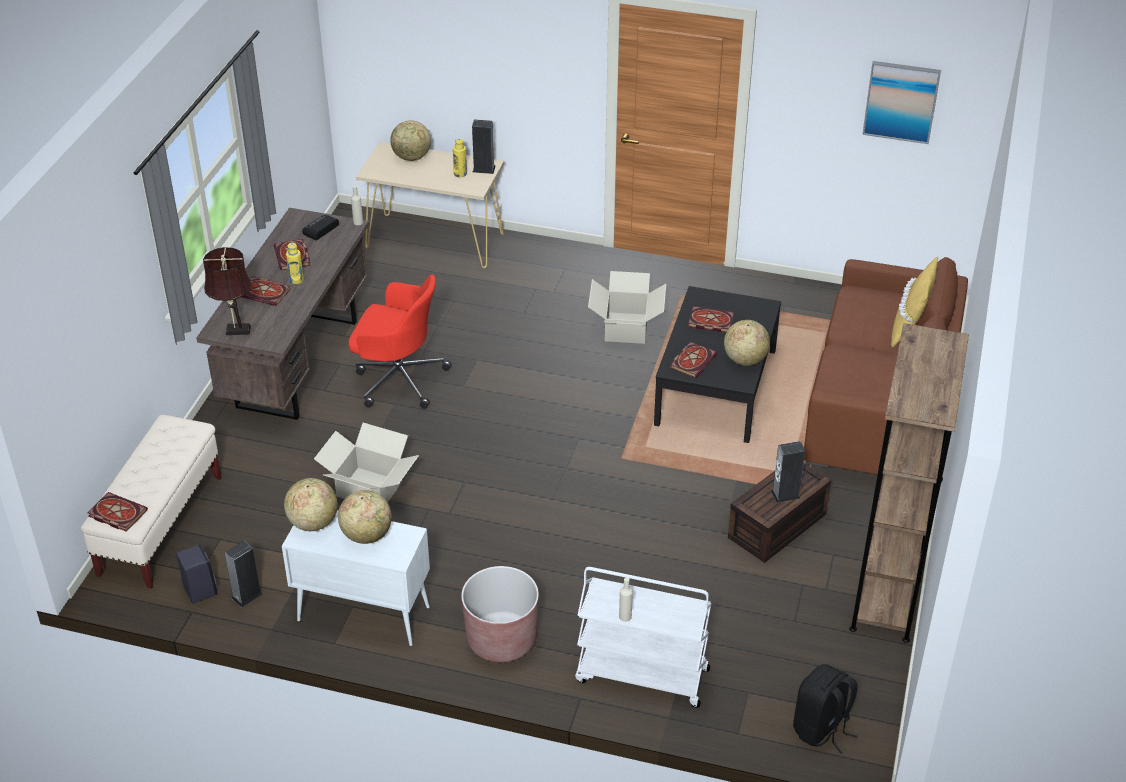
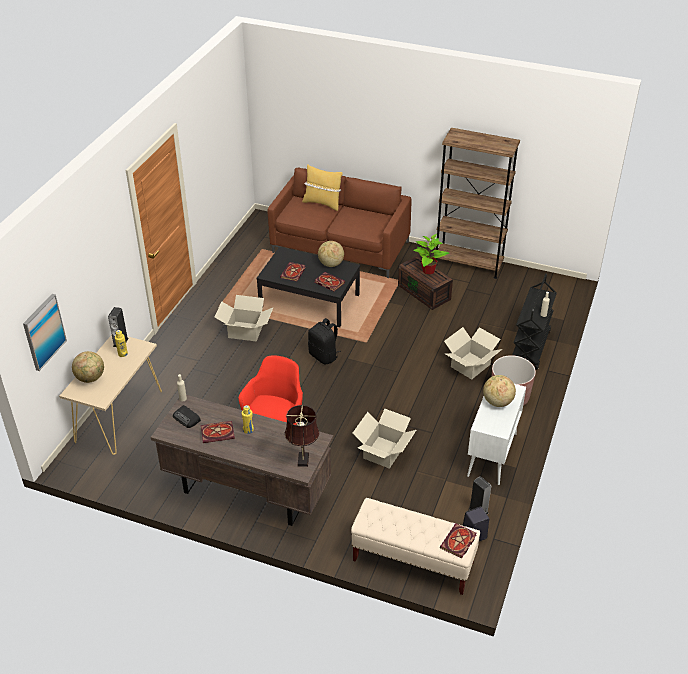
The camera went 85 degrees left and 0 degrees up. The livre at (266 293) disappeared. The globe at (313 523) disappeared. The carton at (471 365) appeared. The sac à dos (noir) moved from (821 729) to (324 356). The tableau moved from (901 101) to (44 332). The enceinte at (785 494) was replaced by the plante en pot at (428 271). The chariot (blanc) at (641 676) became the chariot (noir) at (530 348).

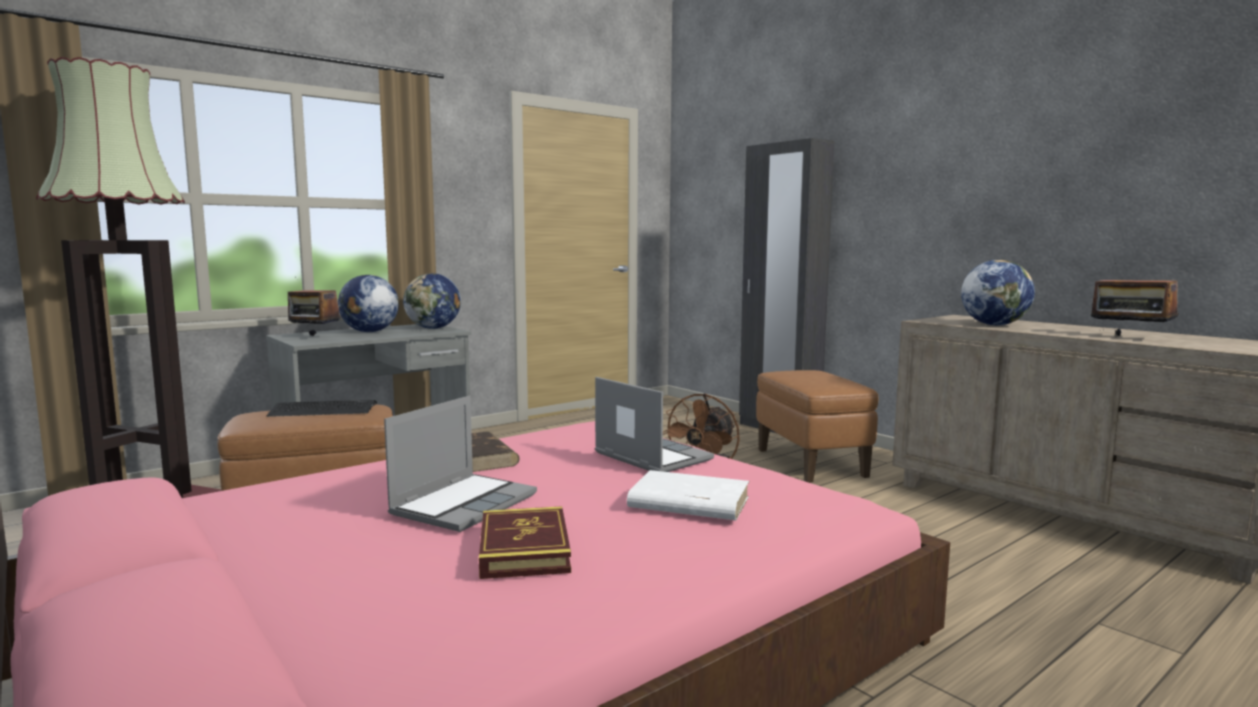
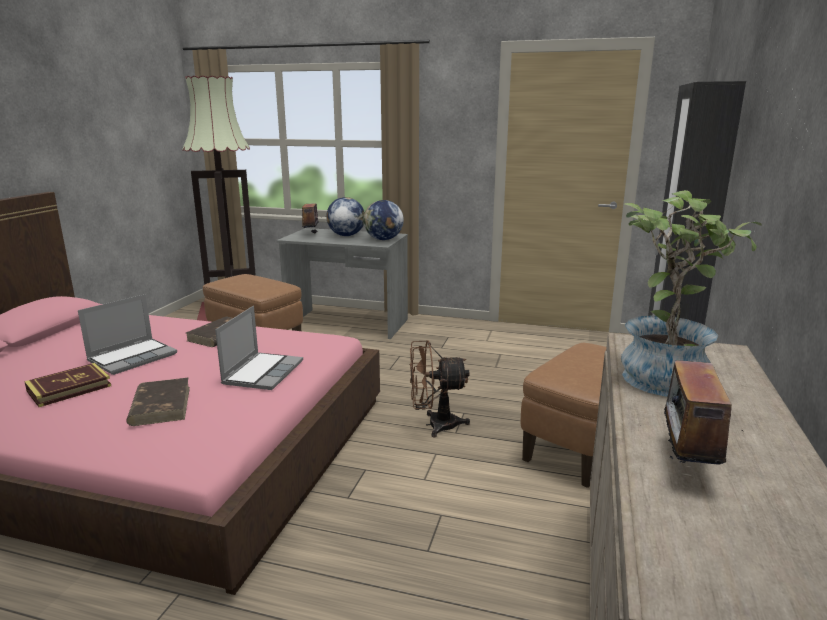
The camera went 55 degrees right and 10 degrees up. The clavier at (323 410) disappeared. The globe at (994 325) was replaced by the plante en pot at (665 374). The livre (blanc) at (688 502) became the livre (marron) at (160 405). The ordinateur portable at (464 504) turned 45 degrees counterclockwise.

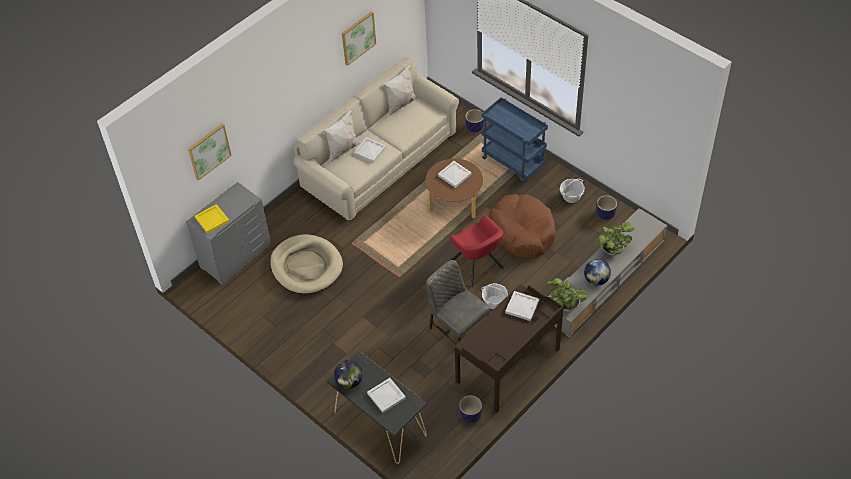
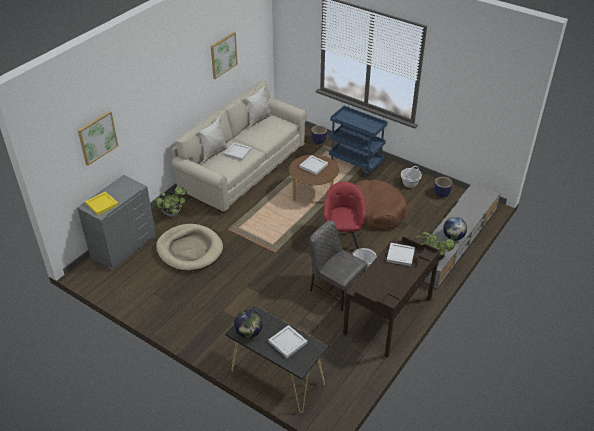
The camera went 10 degrees left and 10 degrees down. The cache-pot at (470 415) disappeared. The plante en pot moved from (613 249) to (173 213). The fauteuil (rouge) at (477 266) turned 135 degrees counterclockwise.

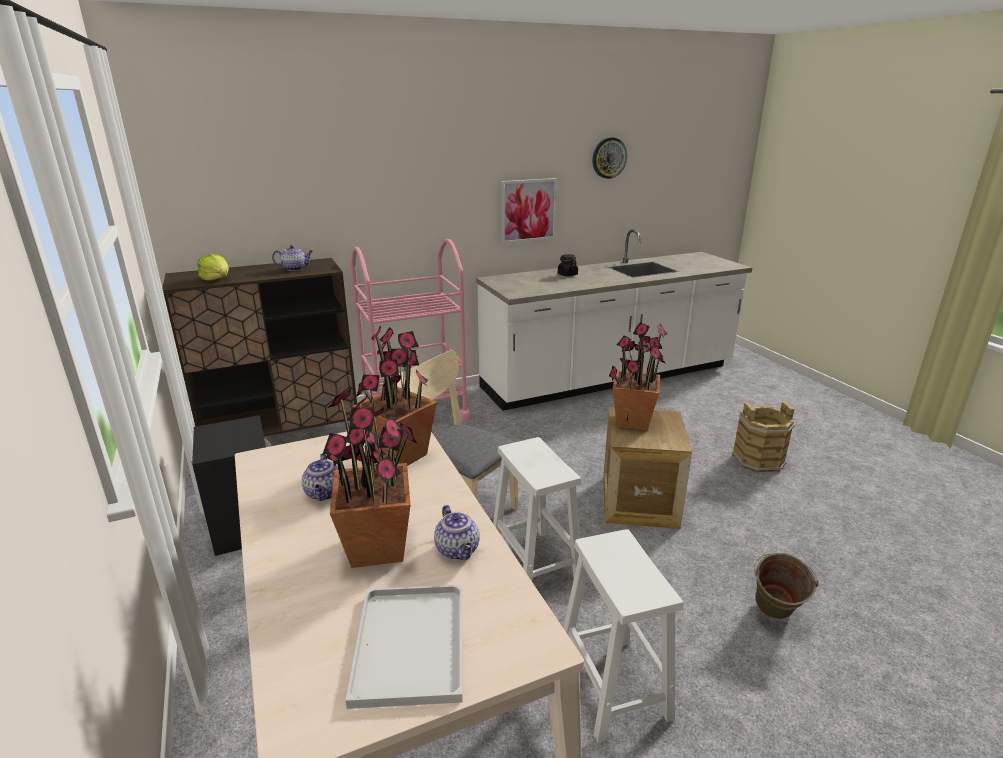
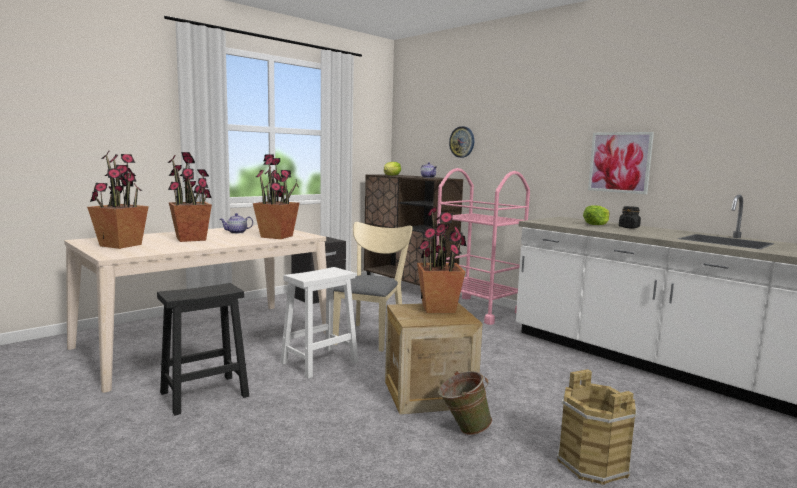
The camera went 70 degrees right and 15 degrees down. The théière at (458 550) disappeared. The laitue at (596 224) appeared. The horloge murale moved from (609 158) to (462 142). The seau (vert) moved from (773 616) to (462 430). The plateau (blanc) at (411 646) was replaced by the plante en pot at (121 245). The tabouret (blanc) at (614 688) became the tabouret (noir) at (203 395).

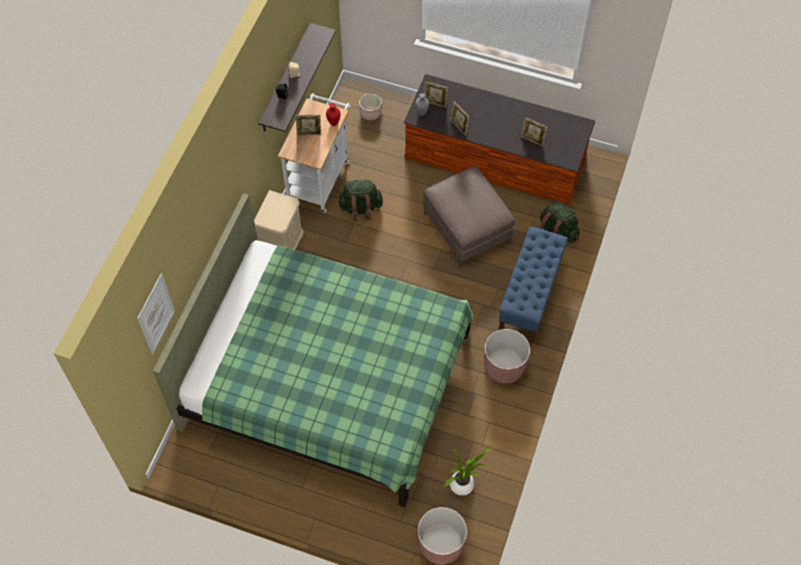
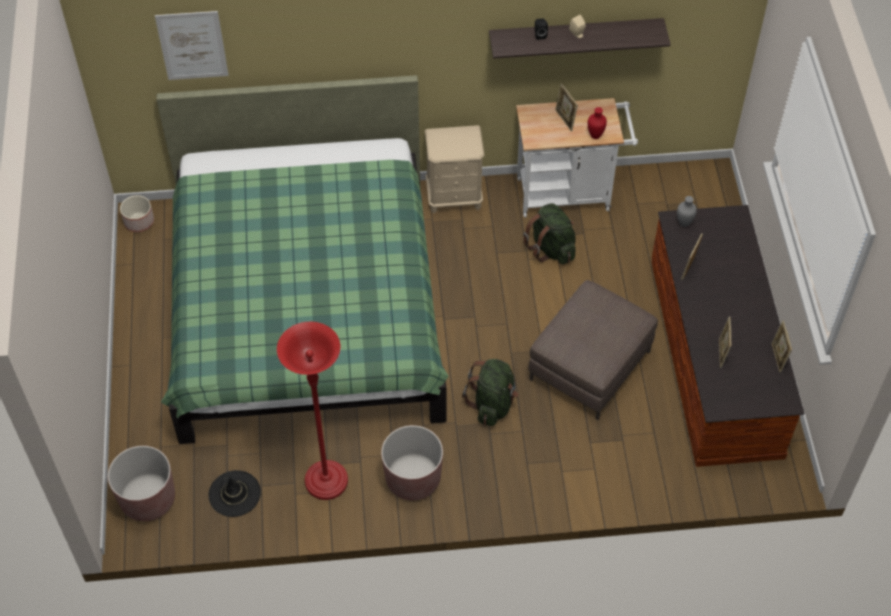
The camera went 65 degrees right and 5 degrees down. The banc (bleu) at (530 296) disappeared. The lampadaire (rouge) at (326 481) appeared. The cache-pot moved from (370 112) to (139 221). The cadre photo moved from (435 103) to (777 358). The sac à dos (vert) moved from (557 232) to (492 404). The plante en pot at (464 484) was replaced by the chapeau (noir) at (234 494).

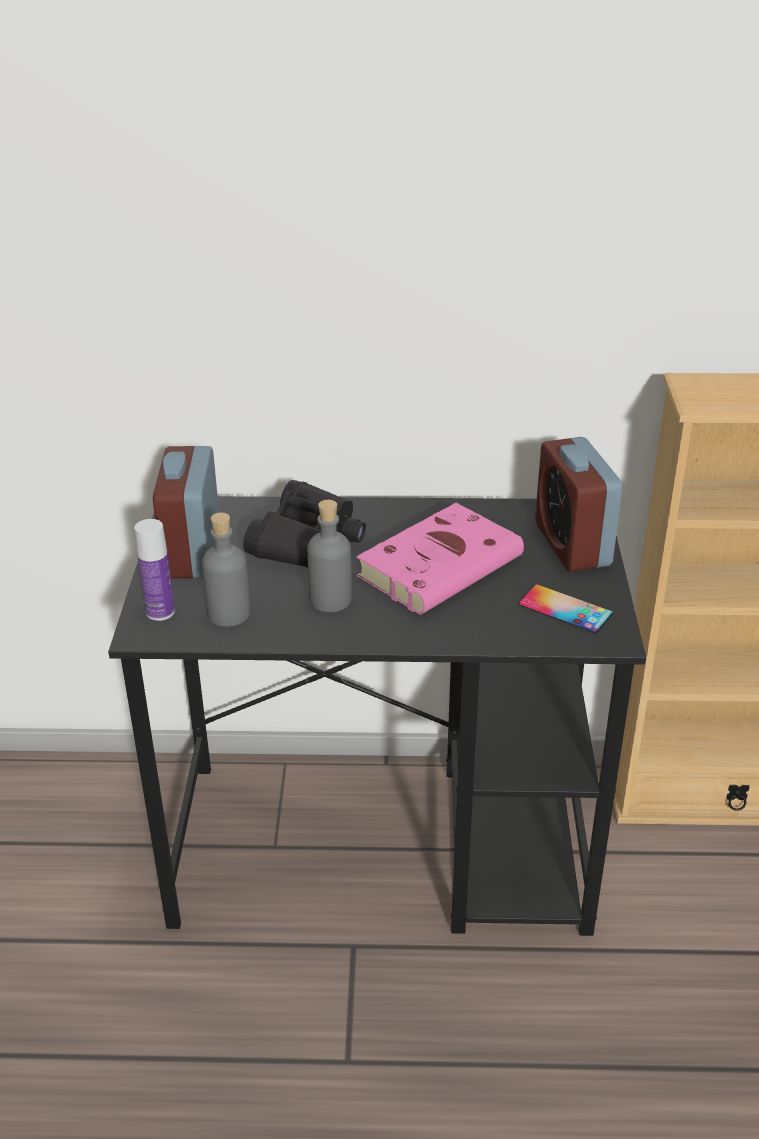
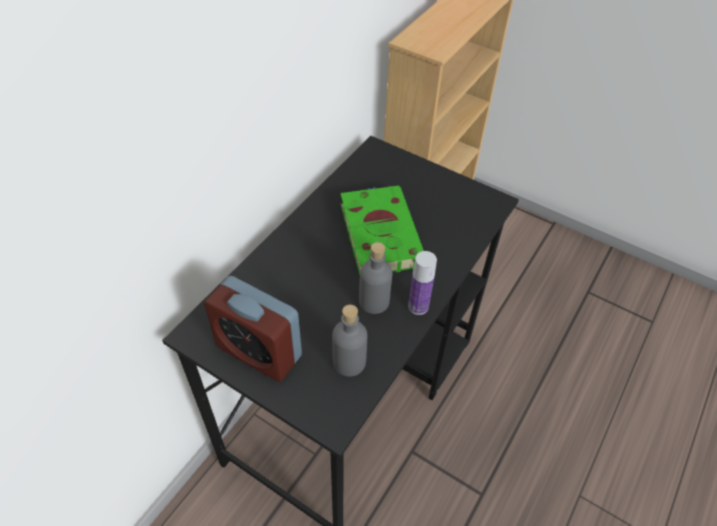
The camera went 60 degrees left and 15 degrees up. The jumelles (noir) at (308 542) disappeared. The téléphone at (565 609) disappeared. The réveil at (572 544) disappeared. The bouteille moved from (160 612) to (418 306). The livre (rose) at (443 565) became the livre (vert) at (379 232).

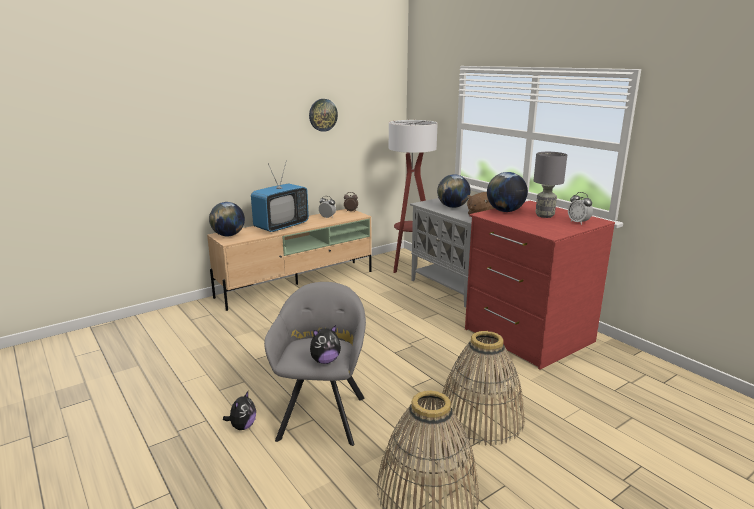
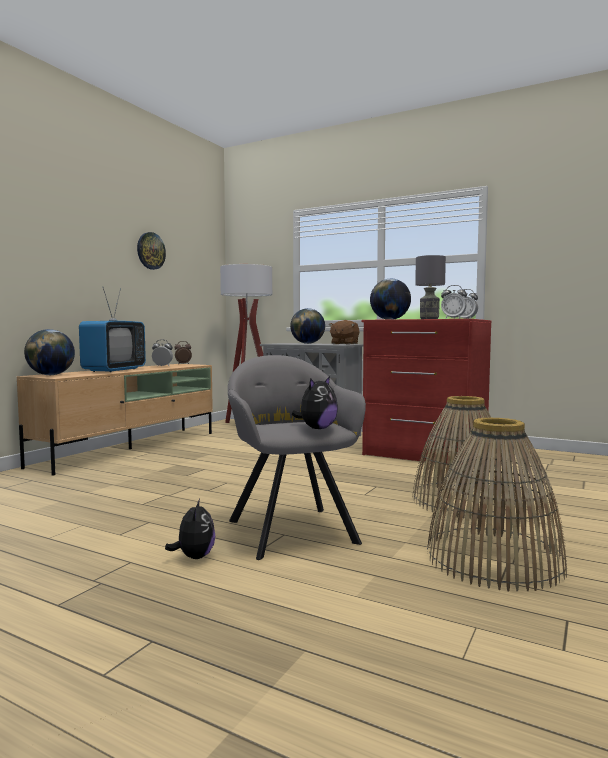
The camera went 25 degrees left and 15 degrees down. The réveil at (453 318) appeared.

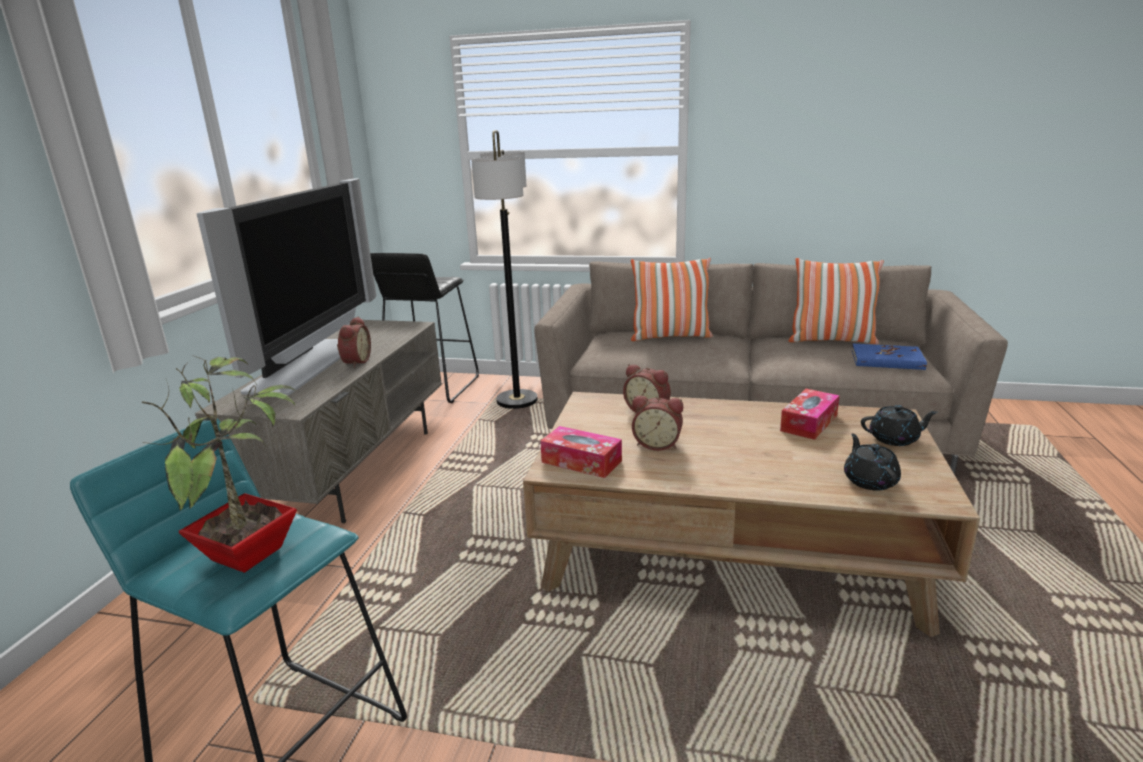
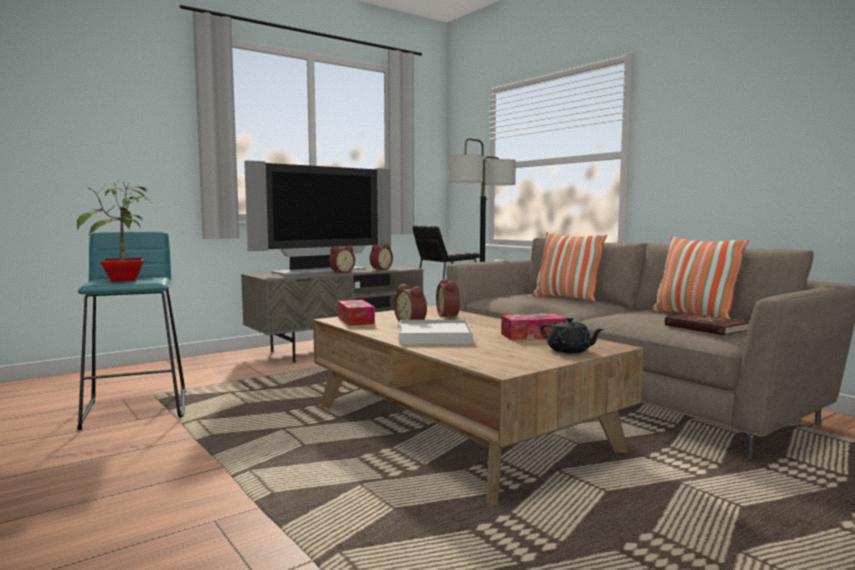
The camera went 40 degrees right and 15 degrees down. The théière (noir) at (869 480) disappeared. The réveil at (380 269) appeared. The plateau (blanc) at (434 336) appeared. The livre (bleu) at (887 360) became the livre (rouge) at (706 327).

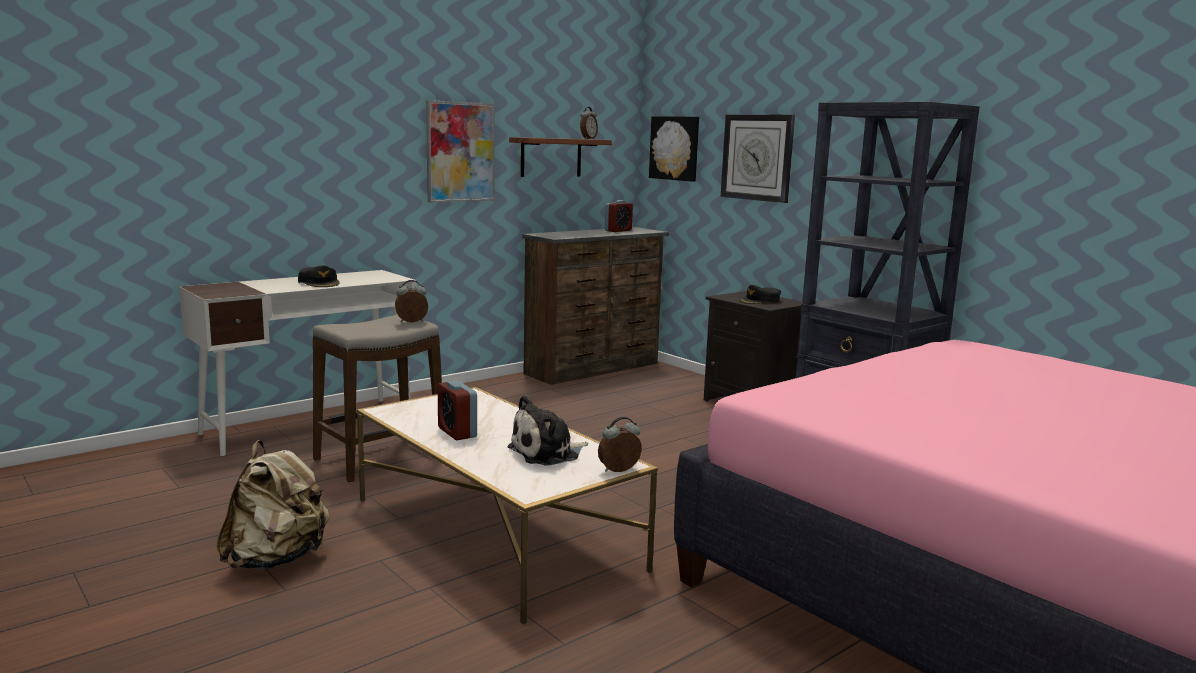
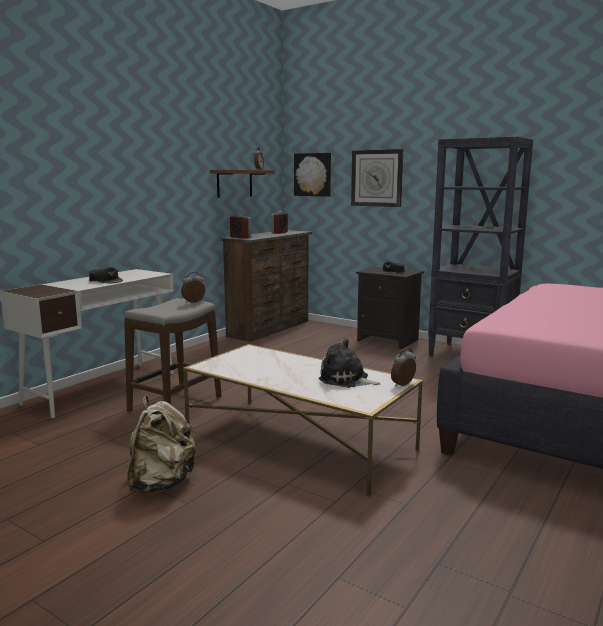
The camera went 15 degrees left and 0 degrees up. The tableau at (460 152) disappeared. The réveil moved from (457 432) to (240 237). The peluche at (547 453) turned 75 degrees clockwise.

